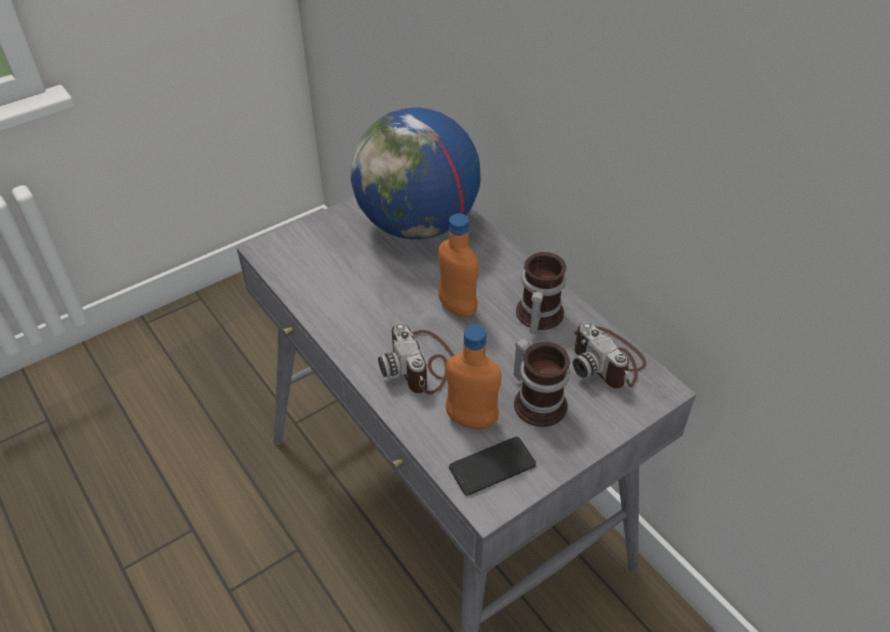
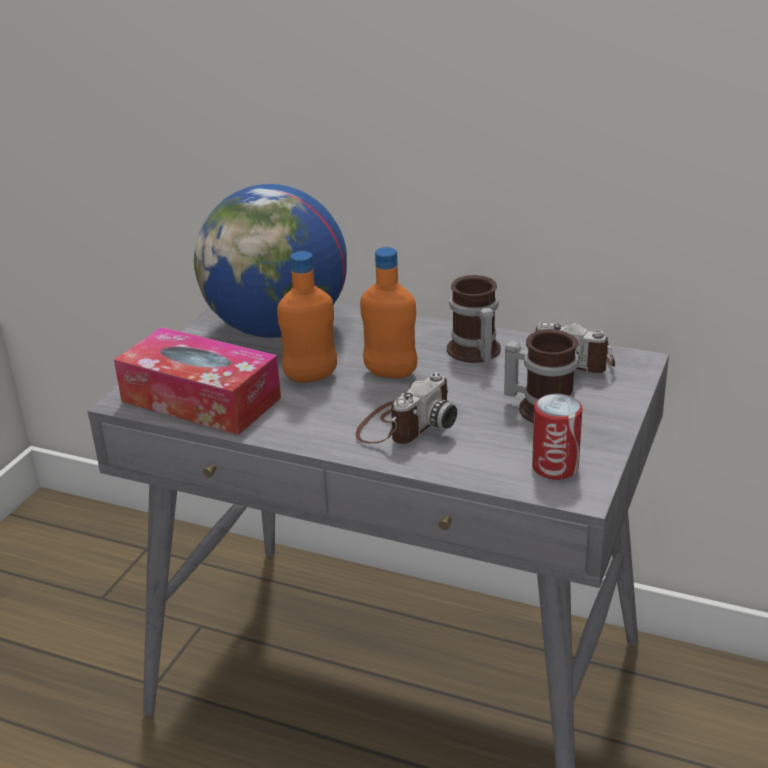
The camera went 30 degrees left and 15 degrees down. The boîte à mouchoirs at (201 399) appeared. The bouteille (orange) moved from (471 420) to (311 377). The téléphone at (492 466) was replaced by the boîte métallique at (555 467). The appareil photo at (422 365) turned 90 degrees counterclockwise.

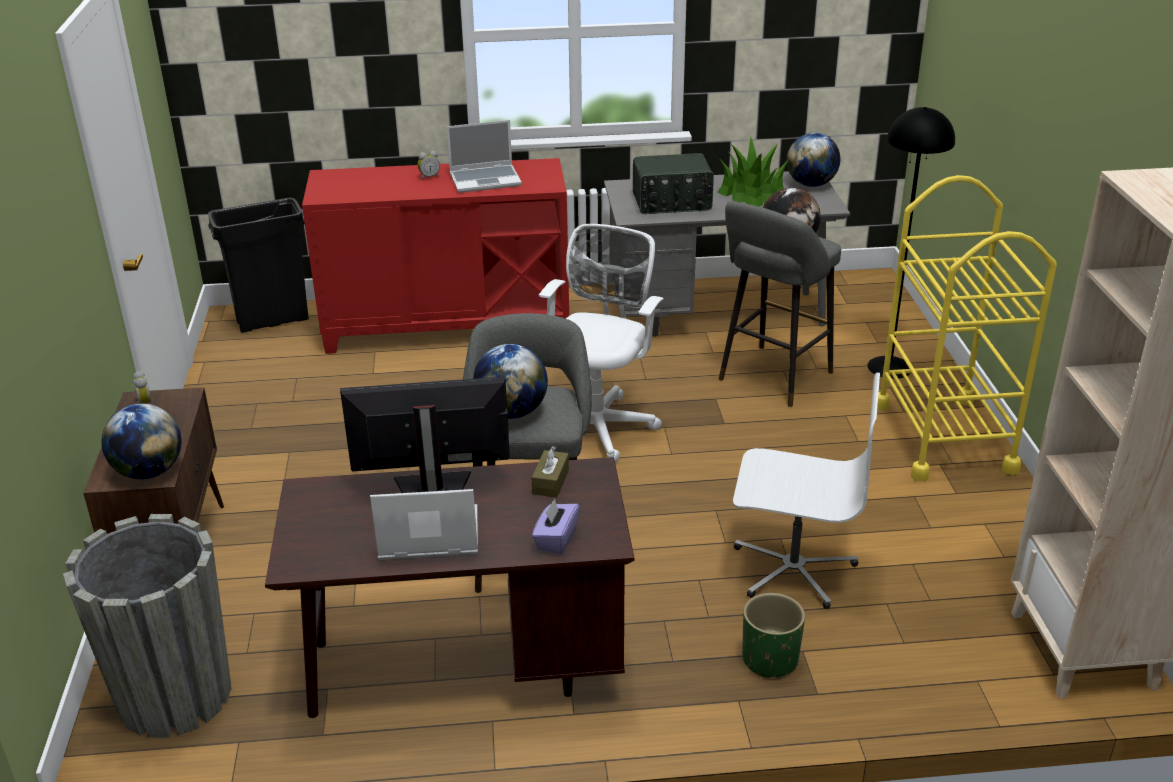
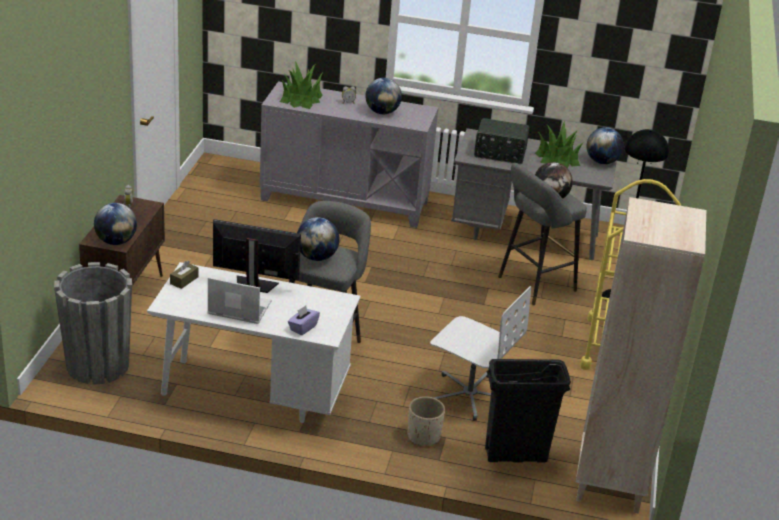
The camera went 15 degrees right and 0 degrees up. The chaise de bureau (blanc) at (598 426) disappeared. The plante en pot at (301 99) appeared. The poubelle (noir) moved from (272 321) to (515 455). The boîte à mouchoirs (marron) moved from (550 482) to (184 280). The ordinateur portable at (486 180) was replaced by the globe at (382 112). The bureau (marron) at (463 667) became the bureau (blanc) at (253 393). The meuble de rangement (rouge) at (447 326) became the meuble de rangement (gris) at (345 200). The cache-pot (vert) at (770 660) became the cache-pot (beige) at (423 436).

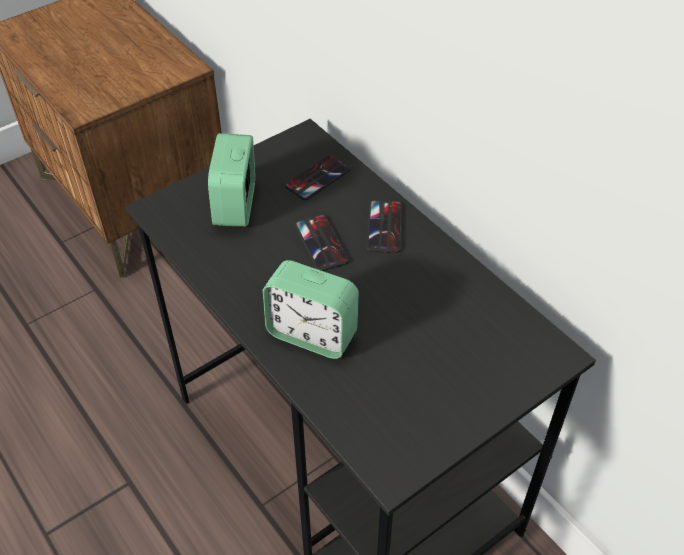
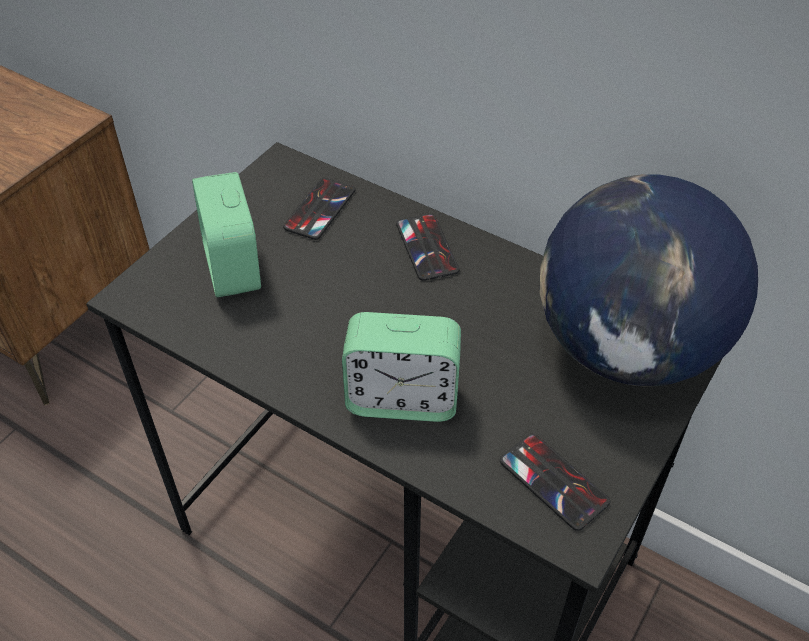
The camera went 20 degrees left and 0 degrees up. The globe at (627 349) appeared. The téléphone moved from (321 243) to (553 481).

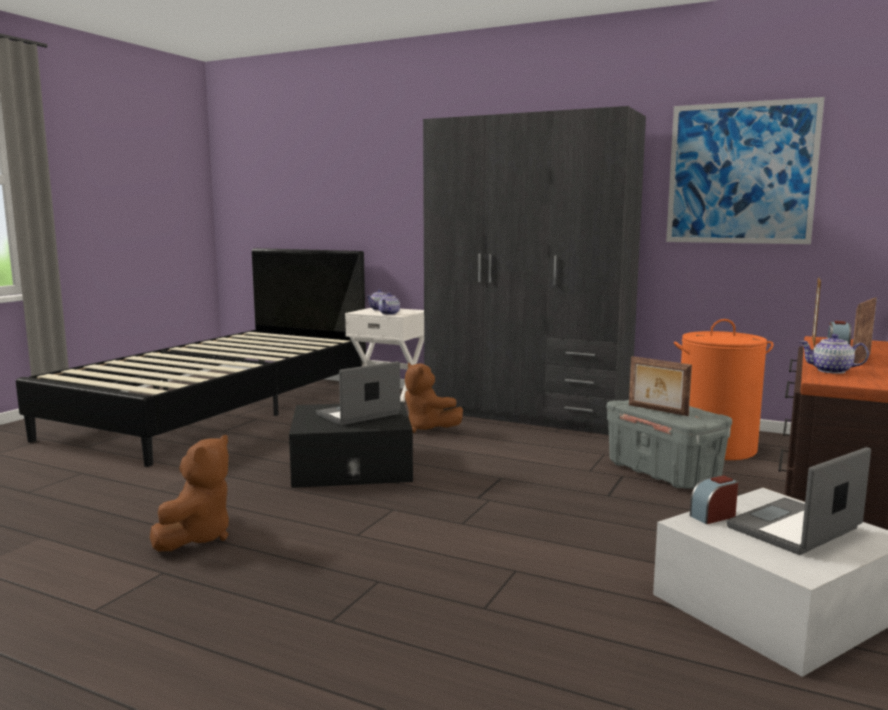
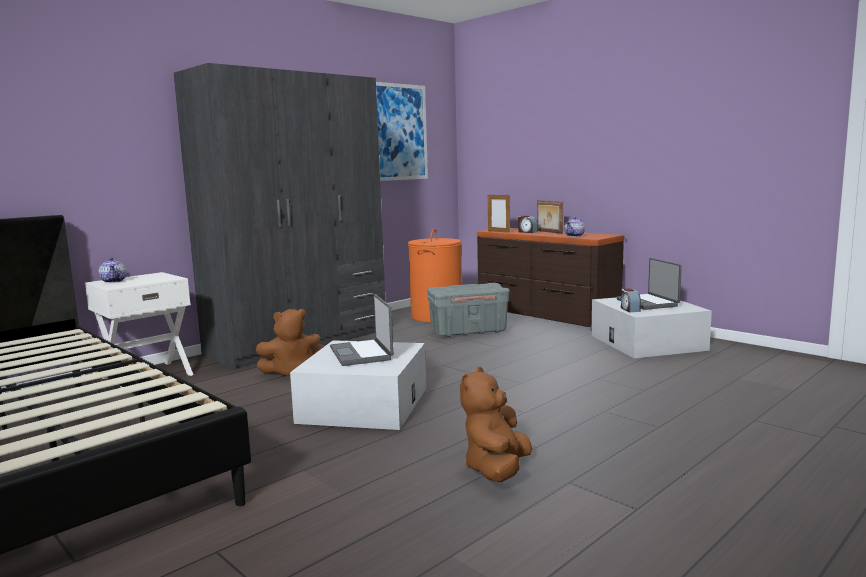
The camera went 70 degrees left and 0 degrees up. The théière at (389 313) disappeared. The cadre photo at (657 410) disappeared. The boîte de rangement (noir) at (352 466) became the boîte de rangement (blanc) at (364 405). The peluche (marron) at (197 537) turned 105 degrees counterclockwise.

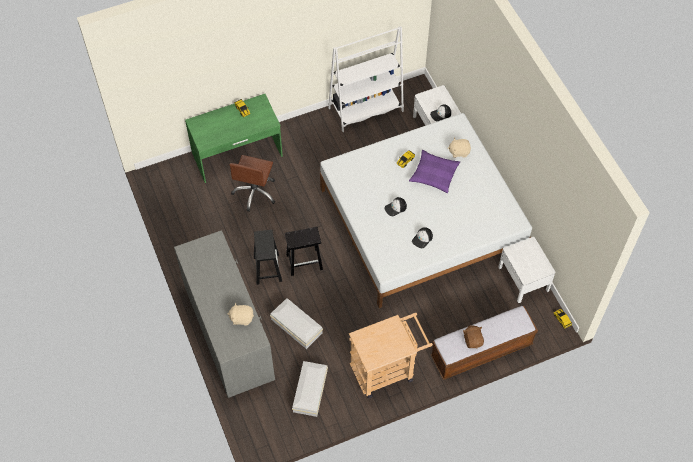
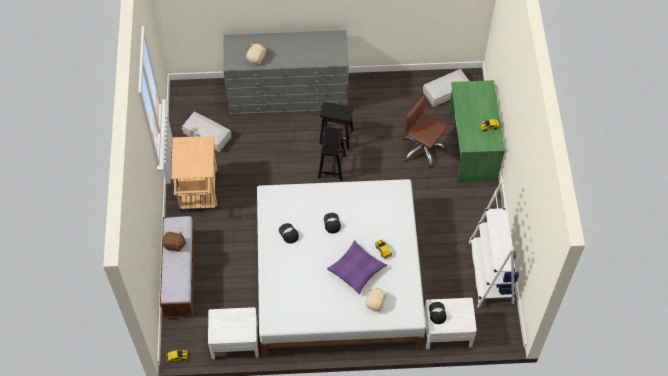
The camera went 110 degrees right and 0 degrees up. The boîte de rangement (blanc) moved from (296 325) to (447 91).

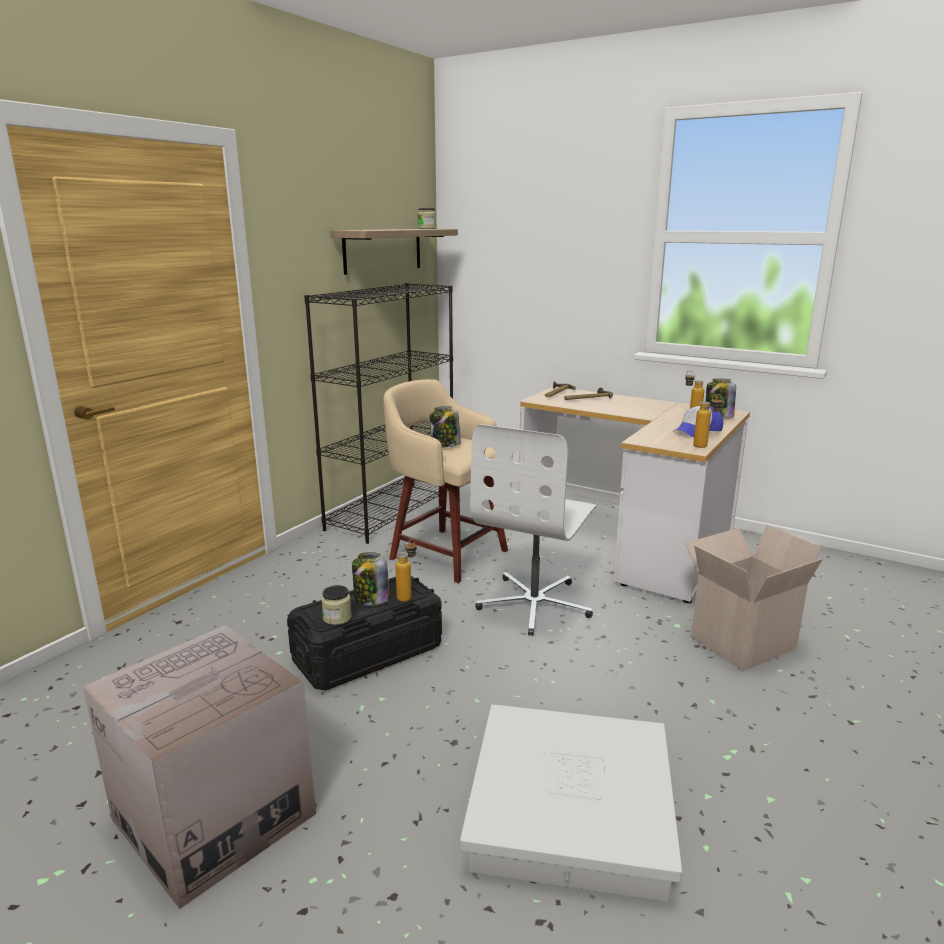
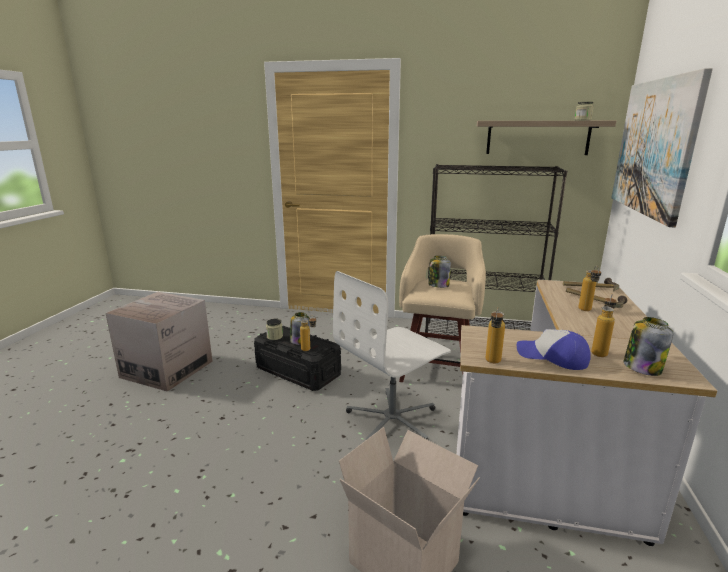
The camera went 70 degrees right and 0 degrees up. The boîte de rangement (blanc) at (569 809) disappeared. The bouteille at (586 311) appeared. The tableau at (654 147) appeared. The chaise de bureau (blanc) at (535 604) turned 45 degrees counterclockwise.

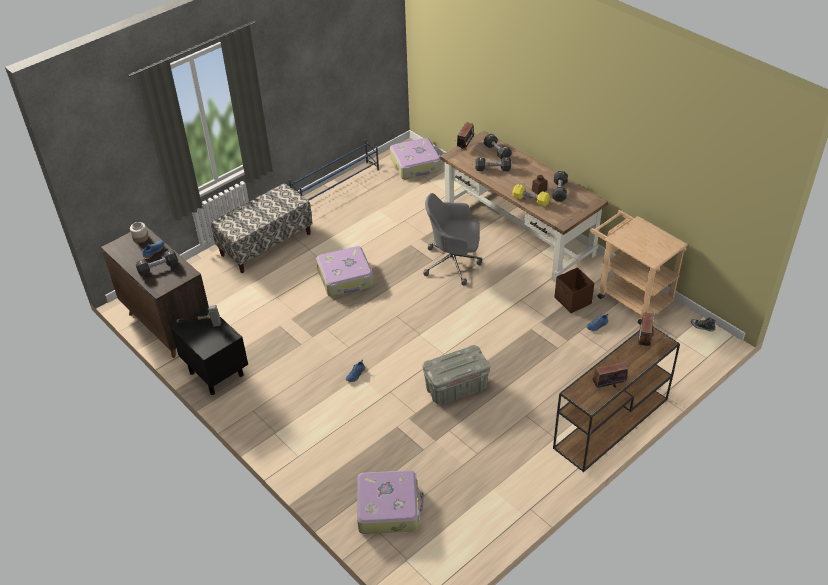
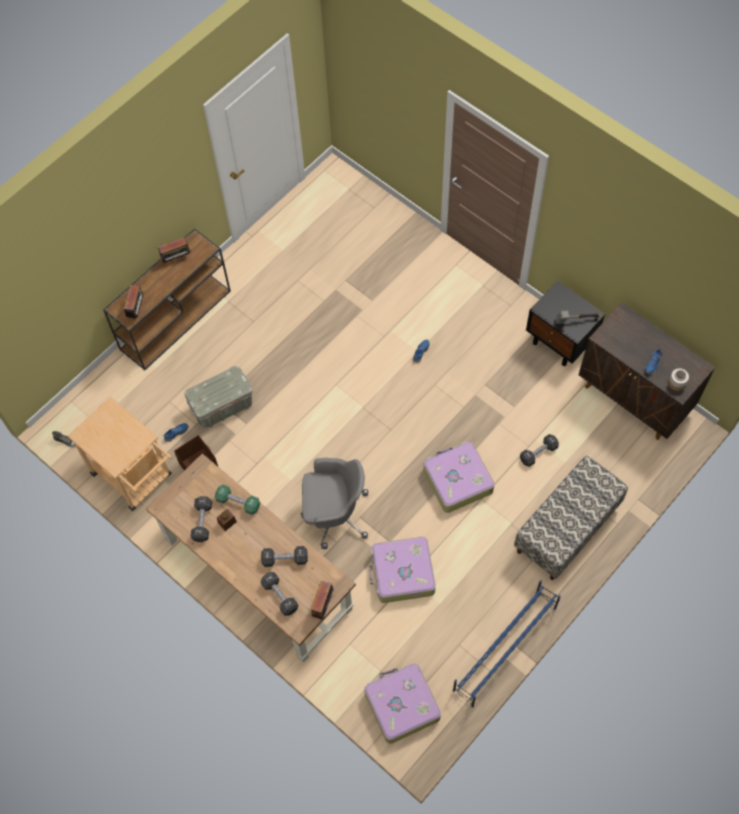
The camera went 175 degrees right and 20 degrees up. The haltère (noir) moved from (158 268) to (538 453). The valise moved from (389 507) to (402 573). The boîte de rangement (gris) moved from (456 388) to (222 406). The haltère (jaune) at (530 200) became the haltère (vert) at (238 502).

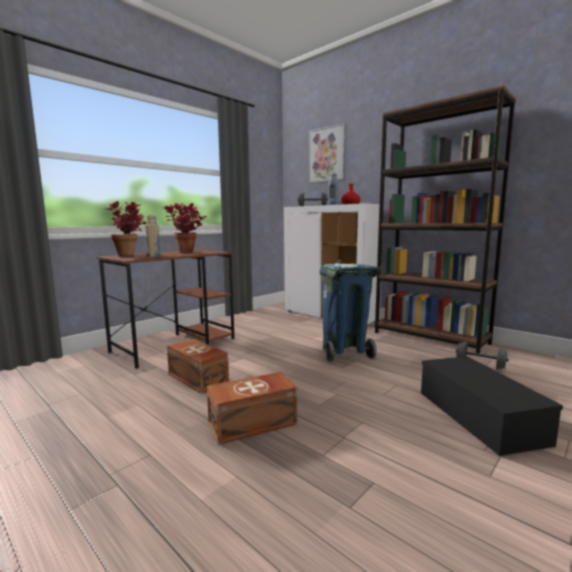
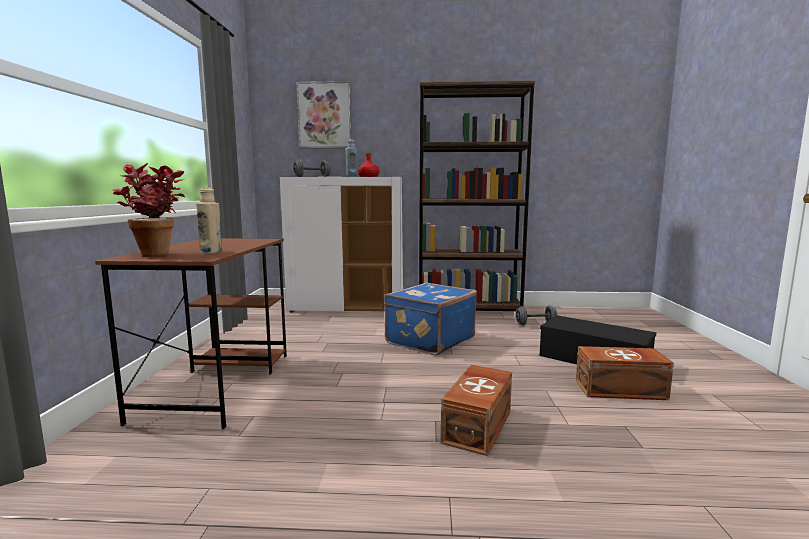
The camera went 40 degrees left and 0 degrees up. The plante en pot at (187 253) disappeared. The boîte de rangement (marron) moved from (197 379) to (621 390). The poubelle (bleu) at (344 352) was replaced by the valise (bleu) at (428 340).

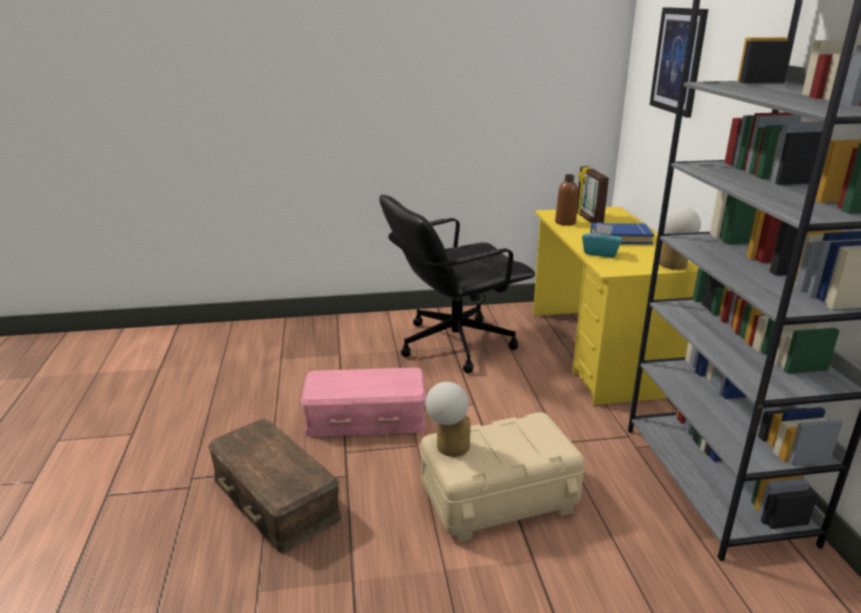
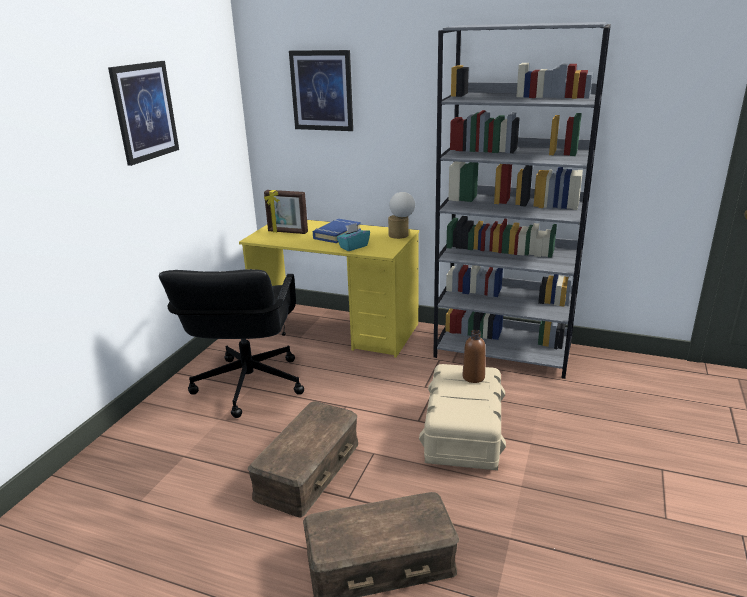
The camera went 60 degrees left and 0 degrees up. The lampe de table at (448 447) disappeared. The tableau at (144 112) appeared. The bouteille (marron) moved from (565 222) to (473 377). The boîte de rangement (rose) at (366 416) became the boîte de rangement (marron) at (307 469).

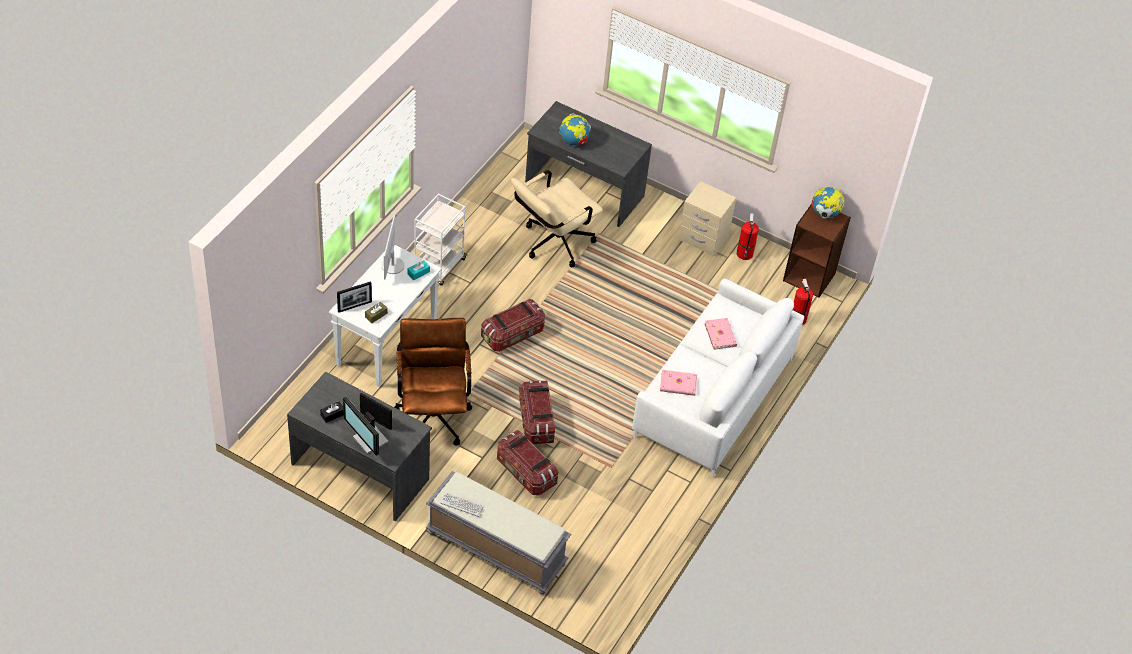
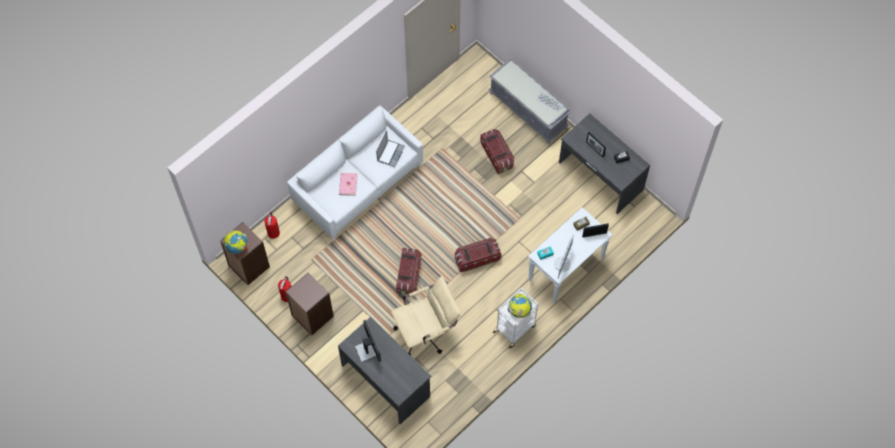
The camera went 160 degrees left and 15 degrees up. The chaise de bureau (marron) at (433 413) disappeared. The écran d'ordinateur moved from (369 440) to (367 350). The boîte de rangement moved from (536 421) to (408 275). The globe moved from (574 141) to (519 310). The livre (rose) at (678 385) was replaced by the ordinateur portable at (390 153). The table de chevet (beige) at (703 238) was replaced by the bibliothèque (marron) at (312 316).

